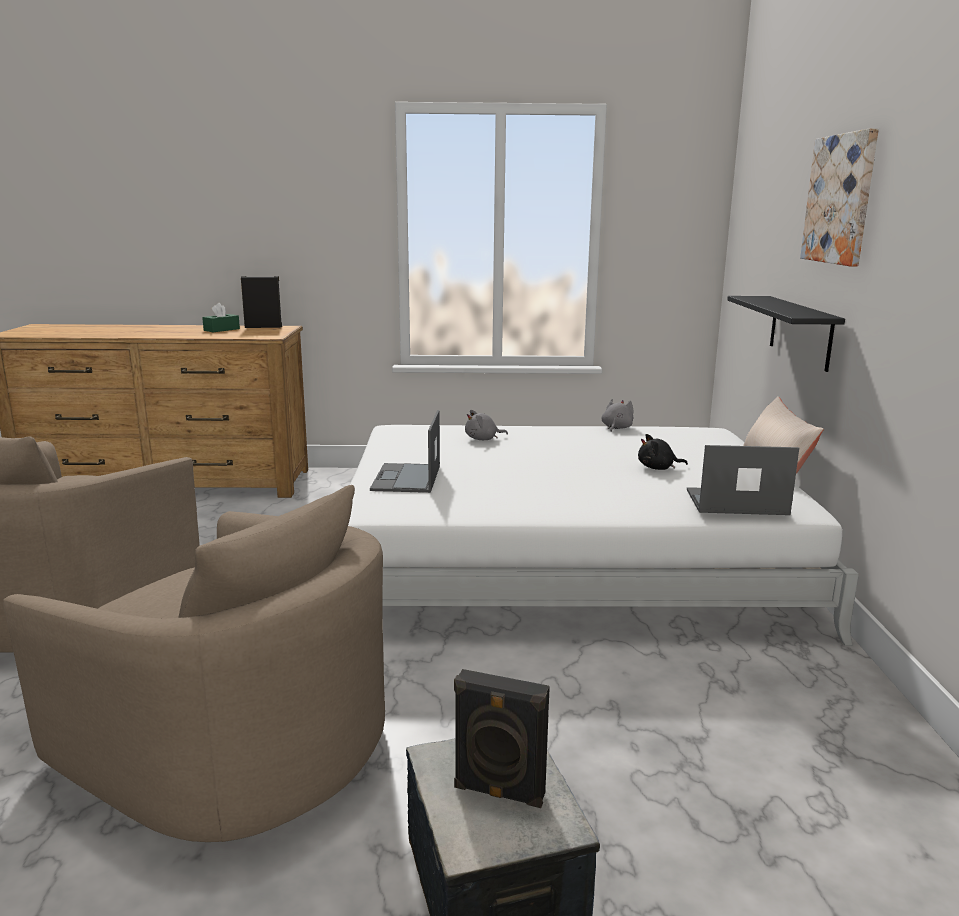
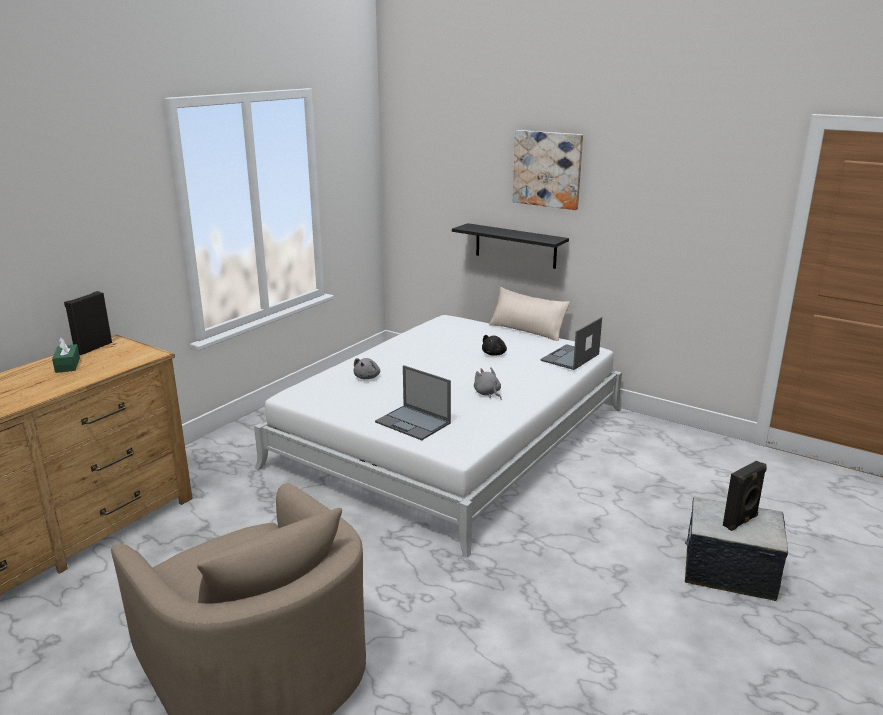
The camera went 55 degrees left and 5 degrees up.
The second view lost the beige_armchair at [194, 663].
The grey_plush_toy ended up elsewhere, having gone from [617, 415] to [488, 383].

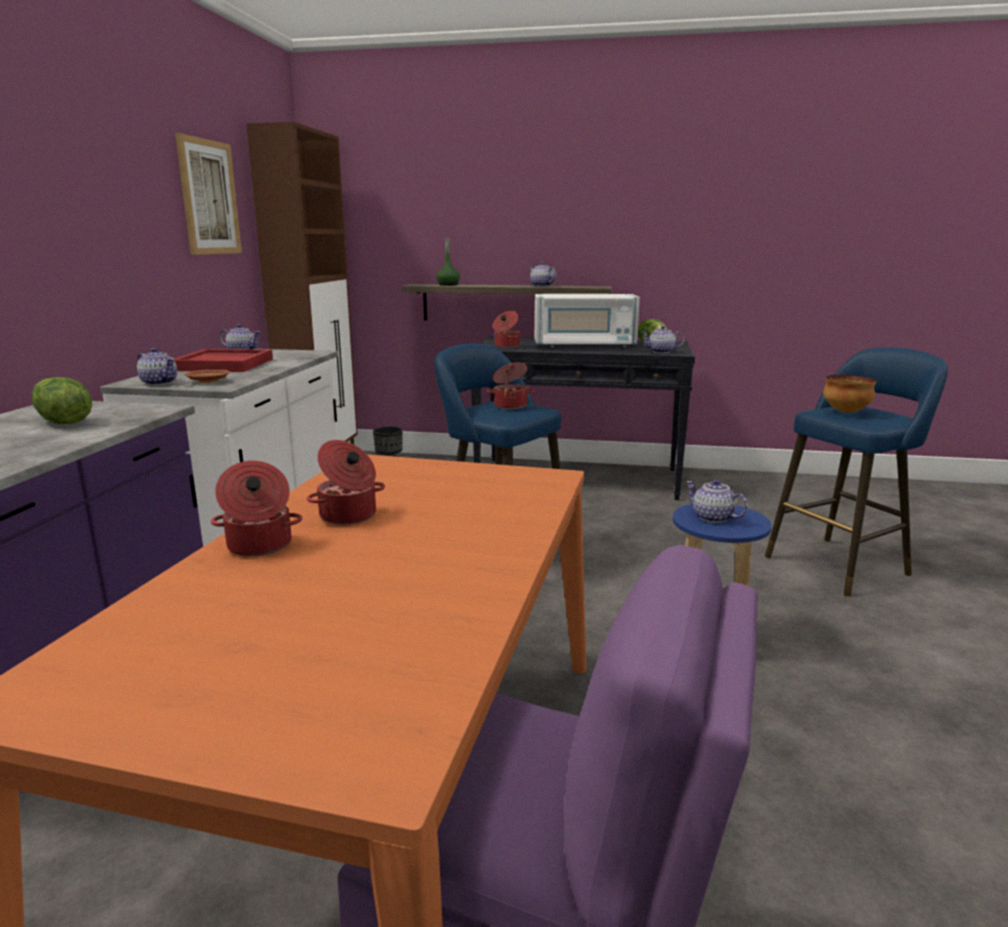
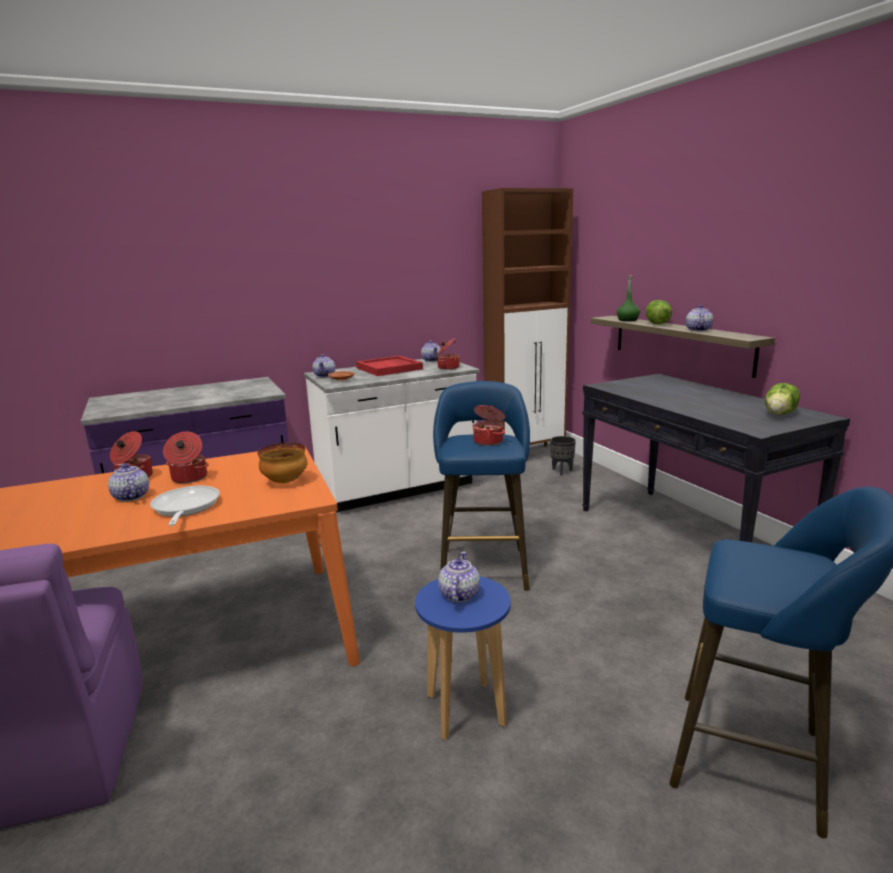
The camera went 55 degrees right and 0 degrees up.
The lettuce ended up elsewhere, having gone from [62, 400] to [659, 312].
The second view lost the picture at [208, 194].
The cooking_pot ended up elsewhere, having gone from [506, 329] to [448, 354].
The second view lost the white_microwave at [587, 321].
The teapot ended up elsewhere, having gone from [662, 339] to [128, 482].
The bowl ended up elsewhere, having gone from [850, 394] to [282, 463].
The second view gained the frying_pan at [185, 506].

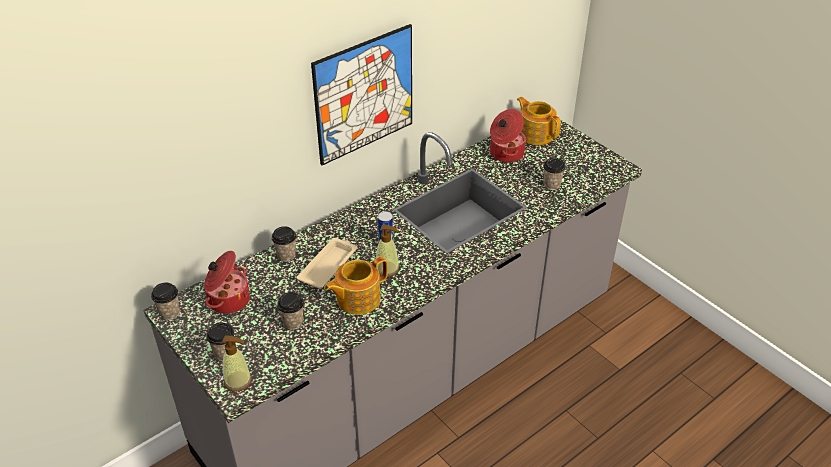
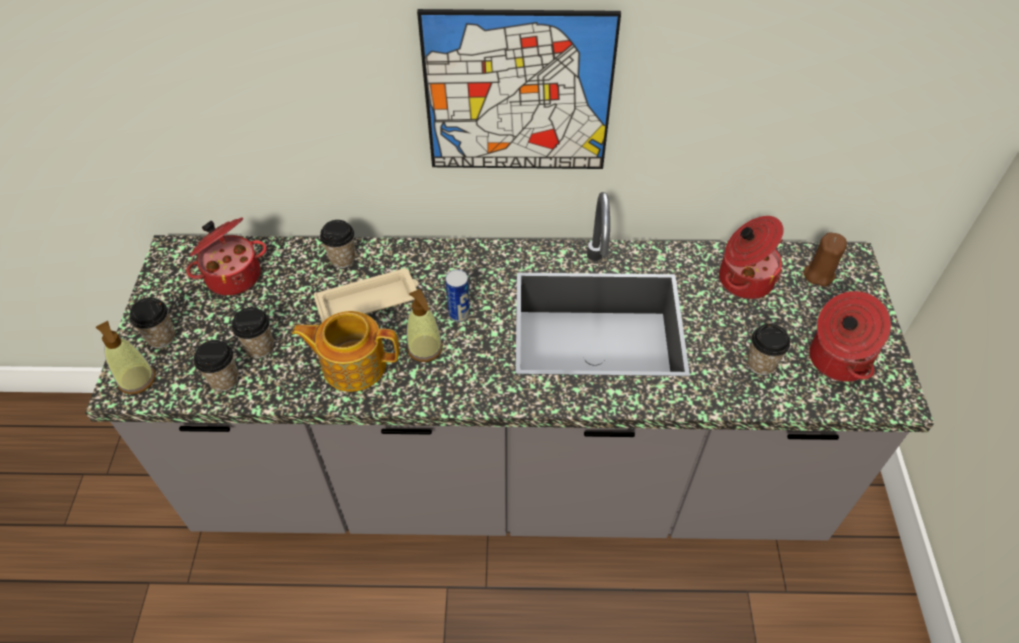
The camera went 40 degrees right and 10 degrees up.
The cup ended up elsewhere, having gone from [165, 301] to [216, 366].
Where the teapot stood at [539, 121], the brown_candle came to stand at [825, 259].
The second view gained the cooking_pot at [850, 336].

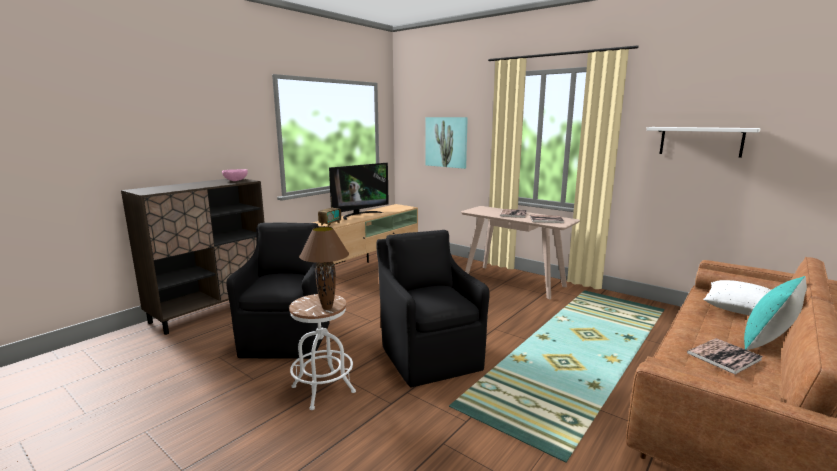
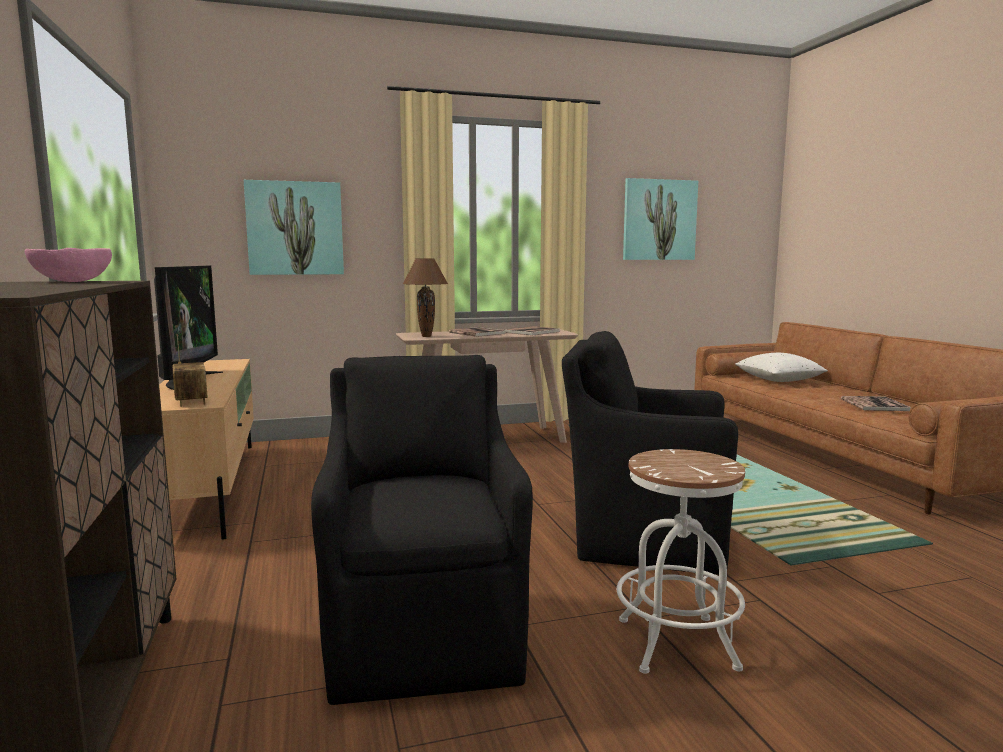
The camera went 55 degrees left and 5 degrees down.
The black_armchair at [277, 290] ended up facing another way, 45 degrees clockwise from before.
The brown_table_lamp ended up elsewhere, having gone from [324, 268] to [425, 298].
Where the white_shelf hung at [703, 142], the picture came to hang at [660, 219].
The second view lost the turquoise_pillow at [775, 313].

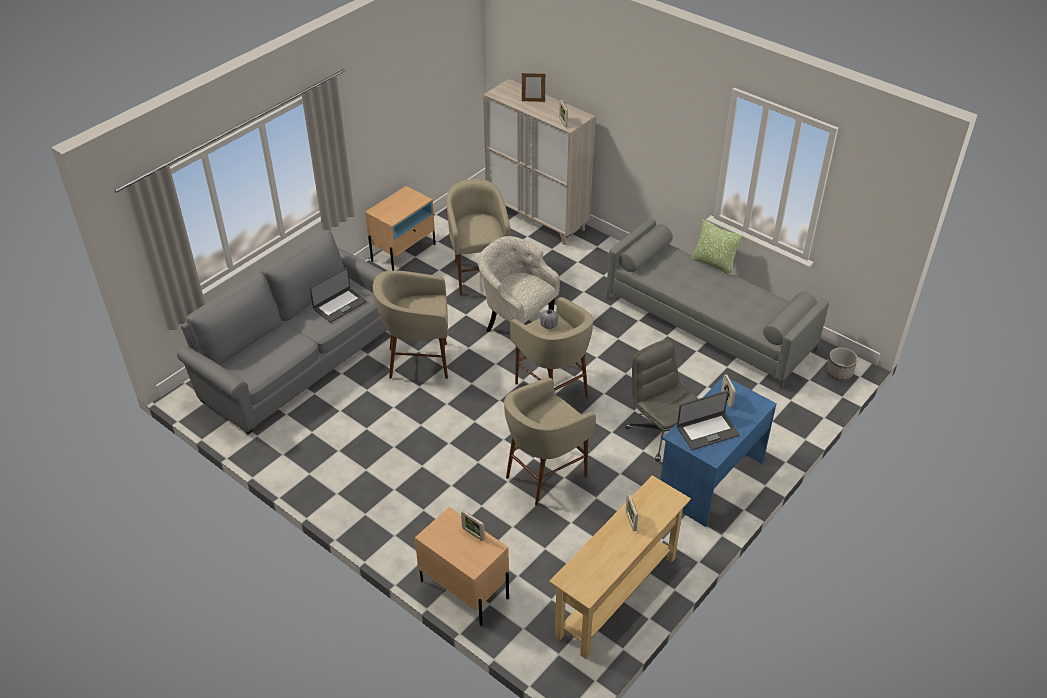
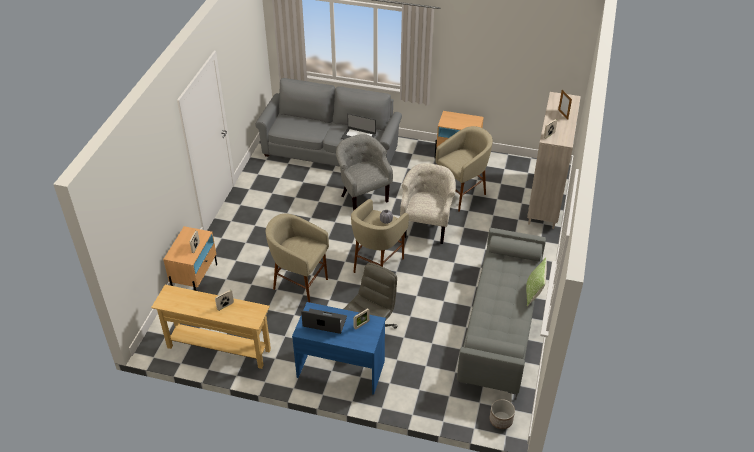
The camera went 65 degrees right and 0 degrees up.
Where the beige_stool stood at [410, 324], the grey_armchair came to stand at [364, 172].
The laptop at [708, 420] ended up facing another way, 150 degrees clockwise from before.

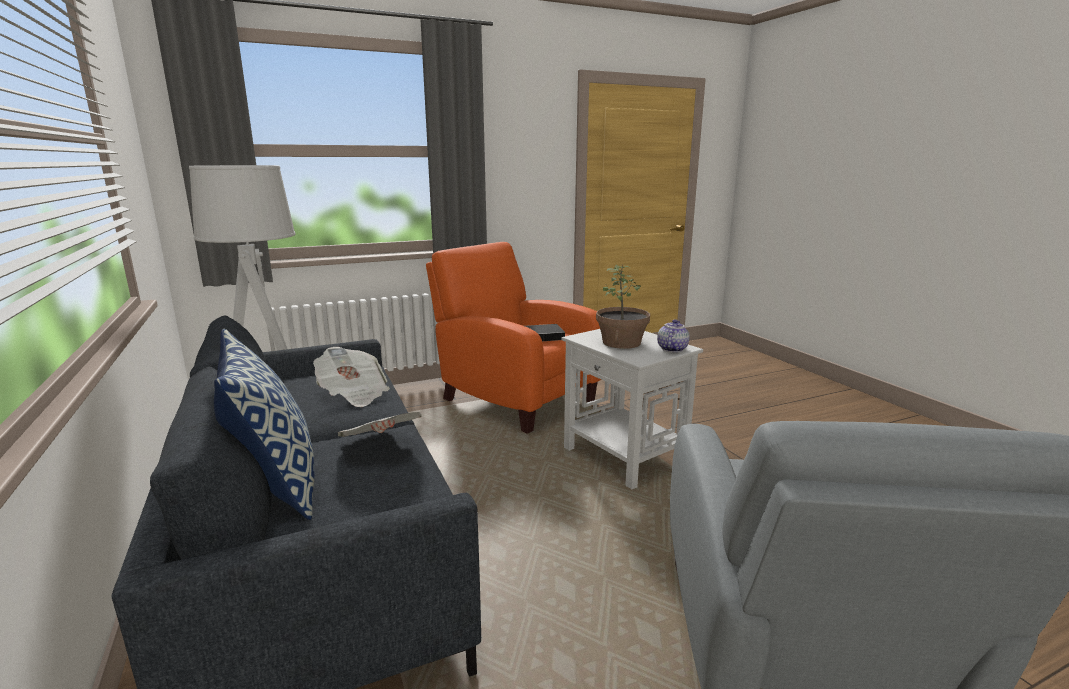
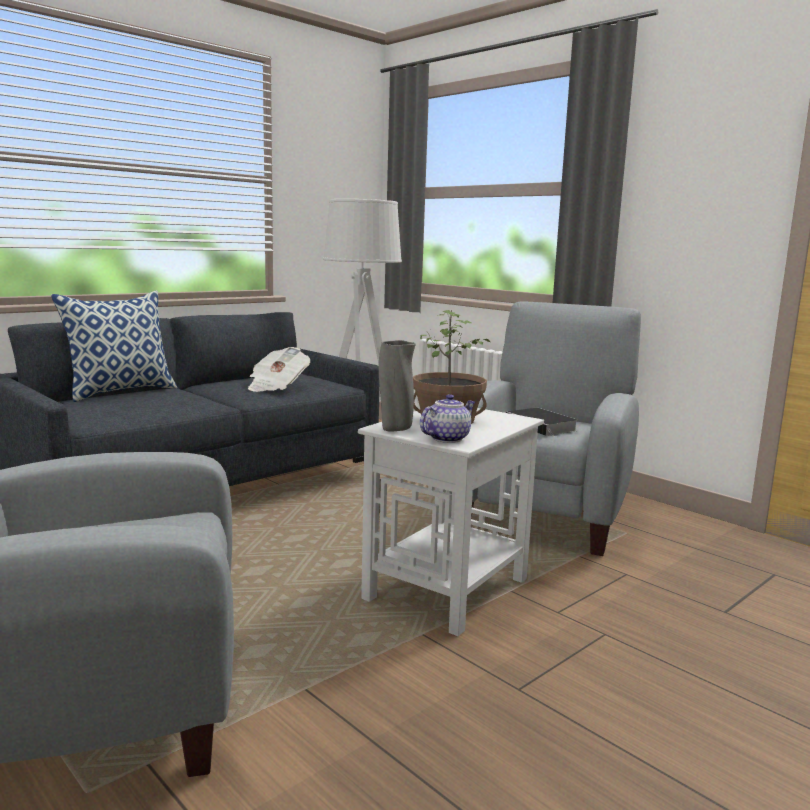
The camera went 70 degrees right and 5 degrees down.
The second view lost the newspaper at [380, 424].
What was the orange_armchair at [513, 338] turned into the grey_armchair at [545, 429].
The teapot at [673, 335] ended up facing another way, 45 degrees counterclockwise from before.
The second view gained the grey_vase at [397, 386].

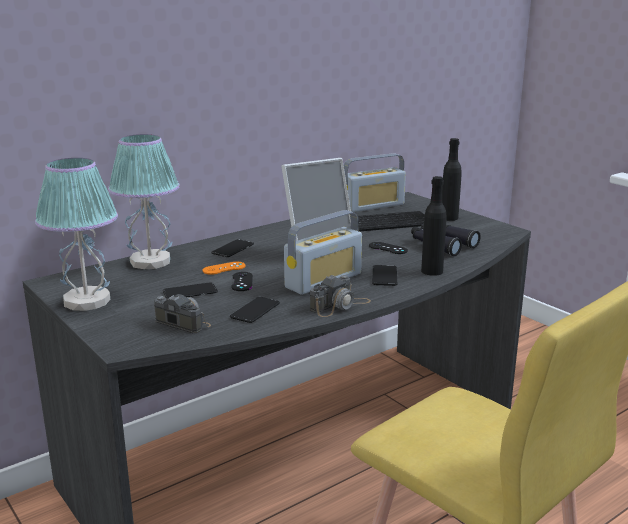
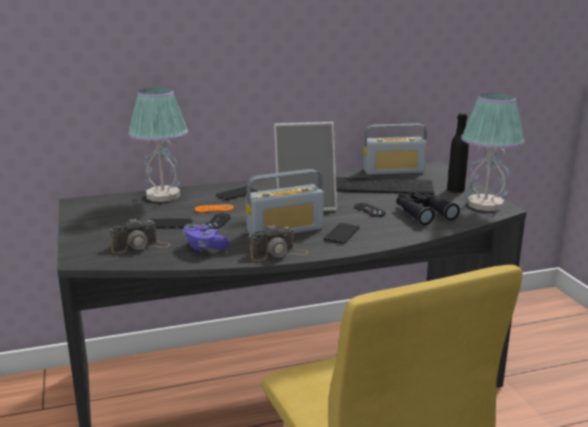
The camera went 20 degrees right and 0 degrees up.
The table_lamp ended up elsewhere, having gone from [76, 234] to [493, 152].
The photo_camera at [182, 313] ended up facing another way, 105 degrees clockwise from before.
Where the phone stood at [255, 310], the purple_game_controller came to stand at [206, 237].
The second view lost the black_bottle at [434, 226].

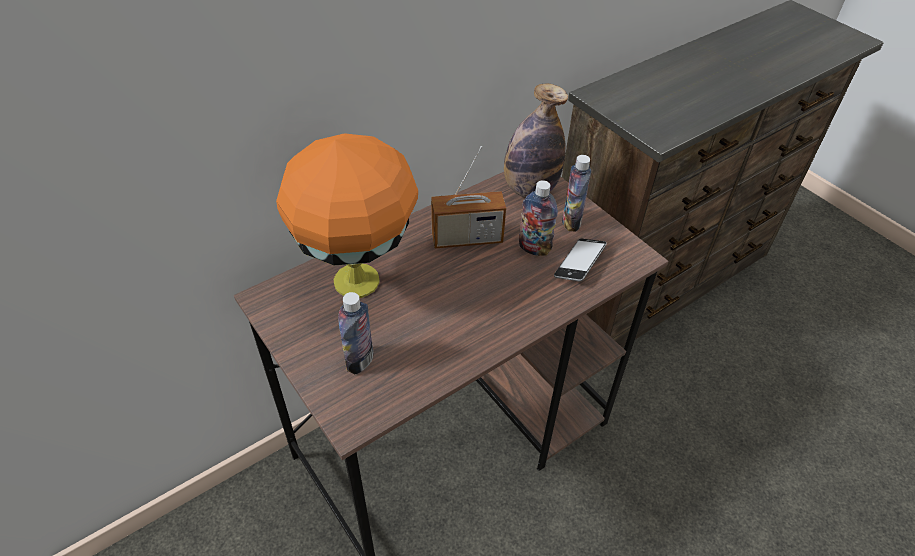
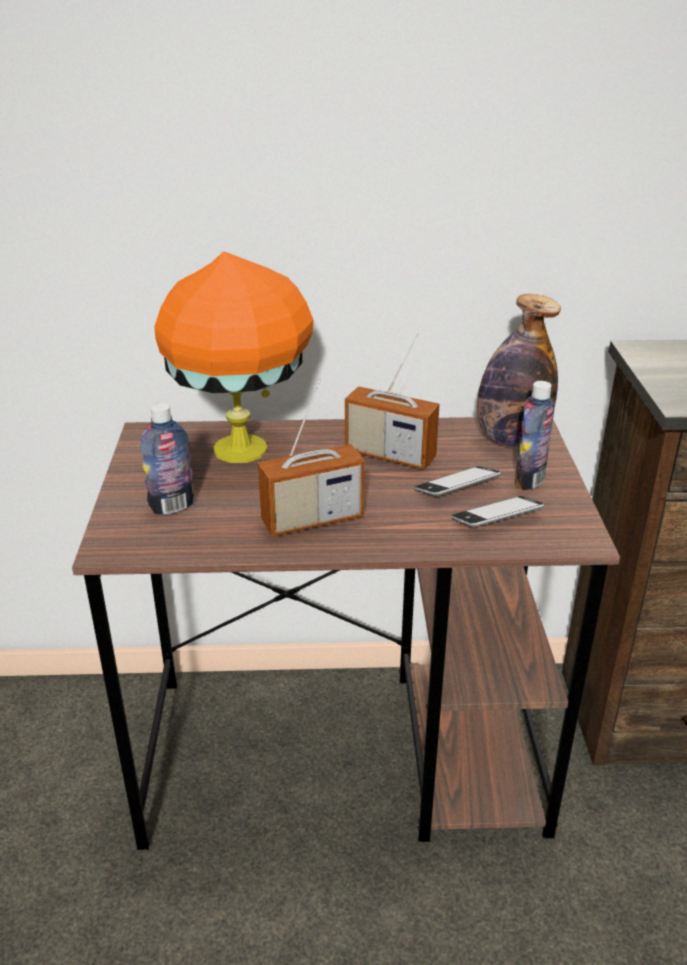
The camera went 35 degrees right and 15 degrees down.
Where the bottle stood at [538, 218], the phone came to stand at [457, 481].
The second view gained the radio at [311, 458].

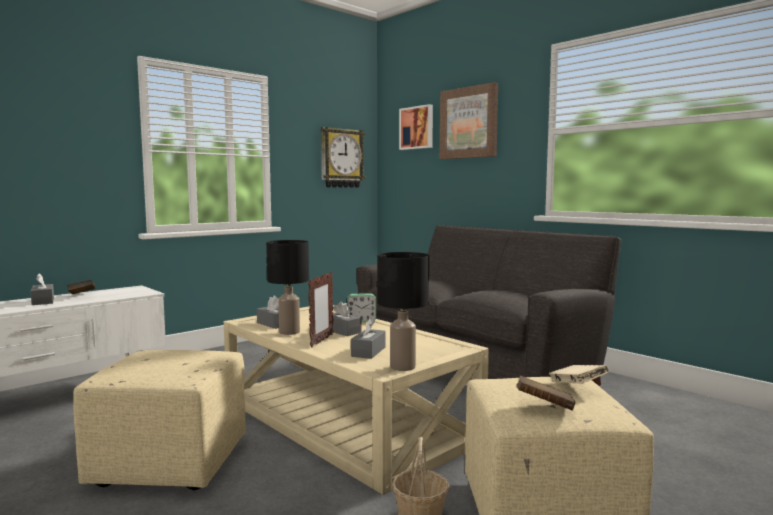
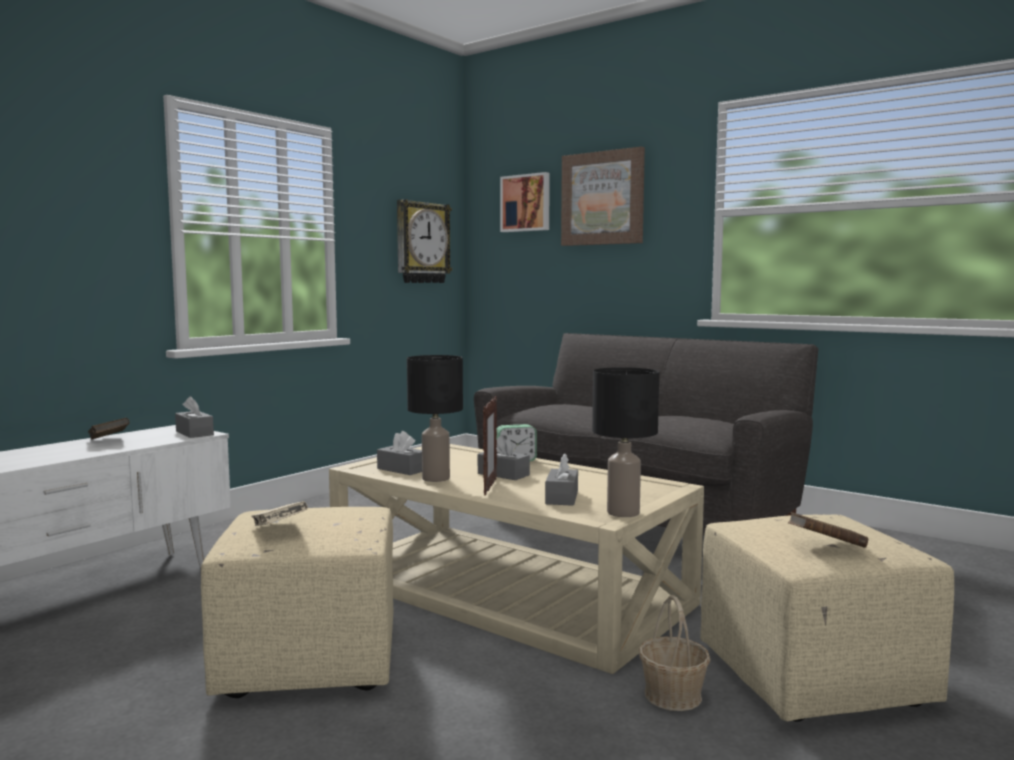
The camera went 10 degrees left and 0 degrees up.
The grey_tissue_box ended up elsewhere, having gone from [42, 289] to [194, 417].
The beige_book ended up elsewhere, having gone from [579, 374] to [279, 513].

